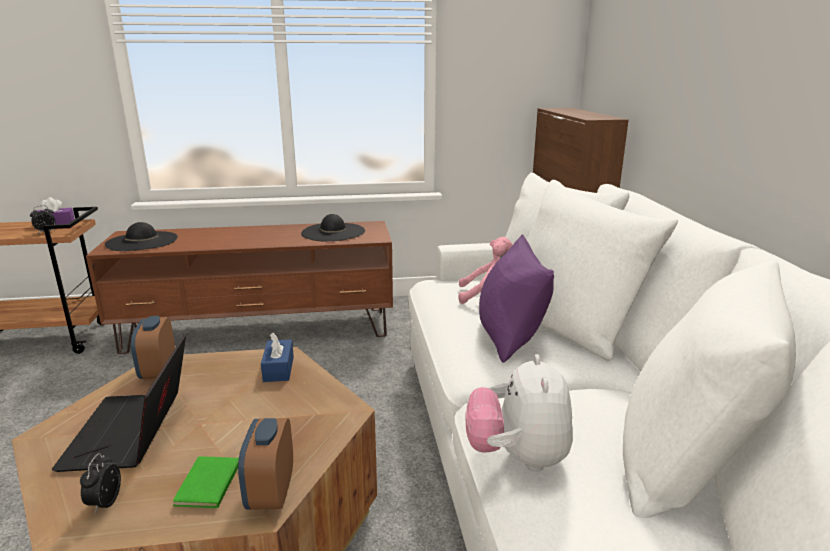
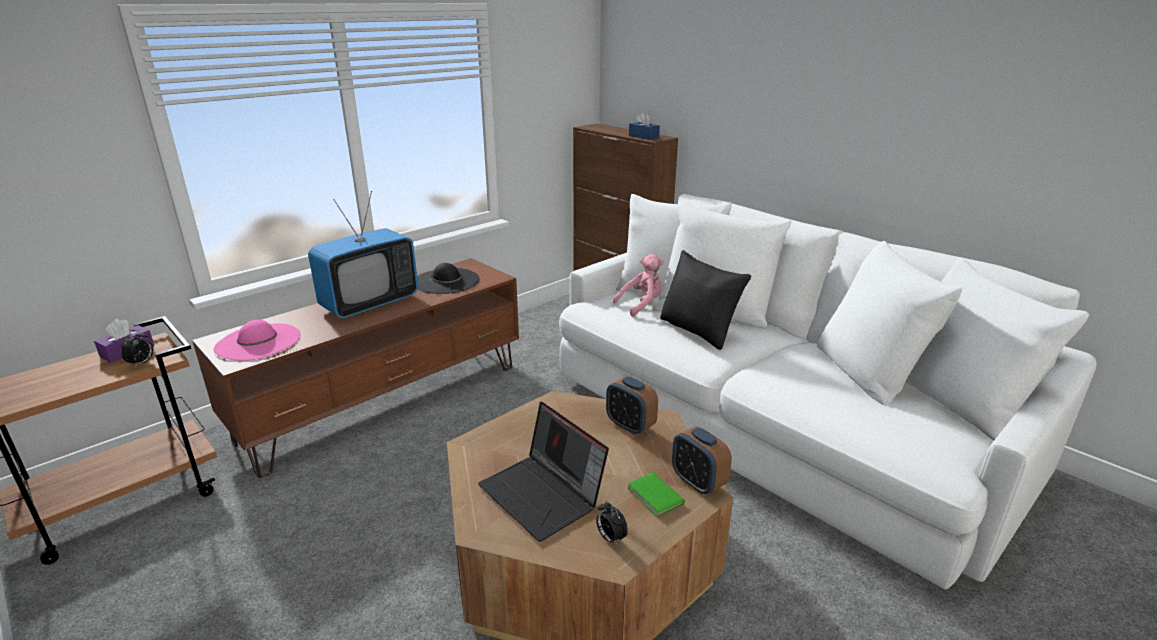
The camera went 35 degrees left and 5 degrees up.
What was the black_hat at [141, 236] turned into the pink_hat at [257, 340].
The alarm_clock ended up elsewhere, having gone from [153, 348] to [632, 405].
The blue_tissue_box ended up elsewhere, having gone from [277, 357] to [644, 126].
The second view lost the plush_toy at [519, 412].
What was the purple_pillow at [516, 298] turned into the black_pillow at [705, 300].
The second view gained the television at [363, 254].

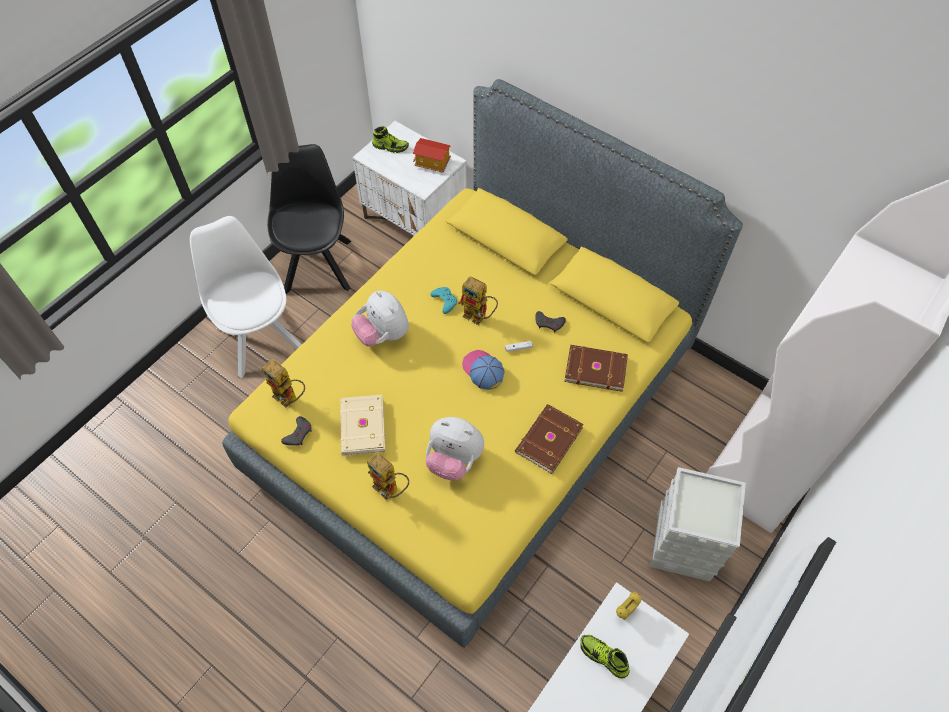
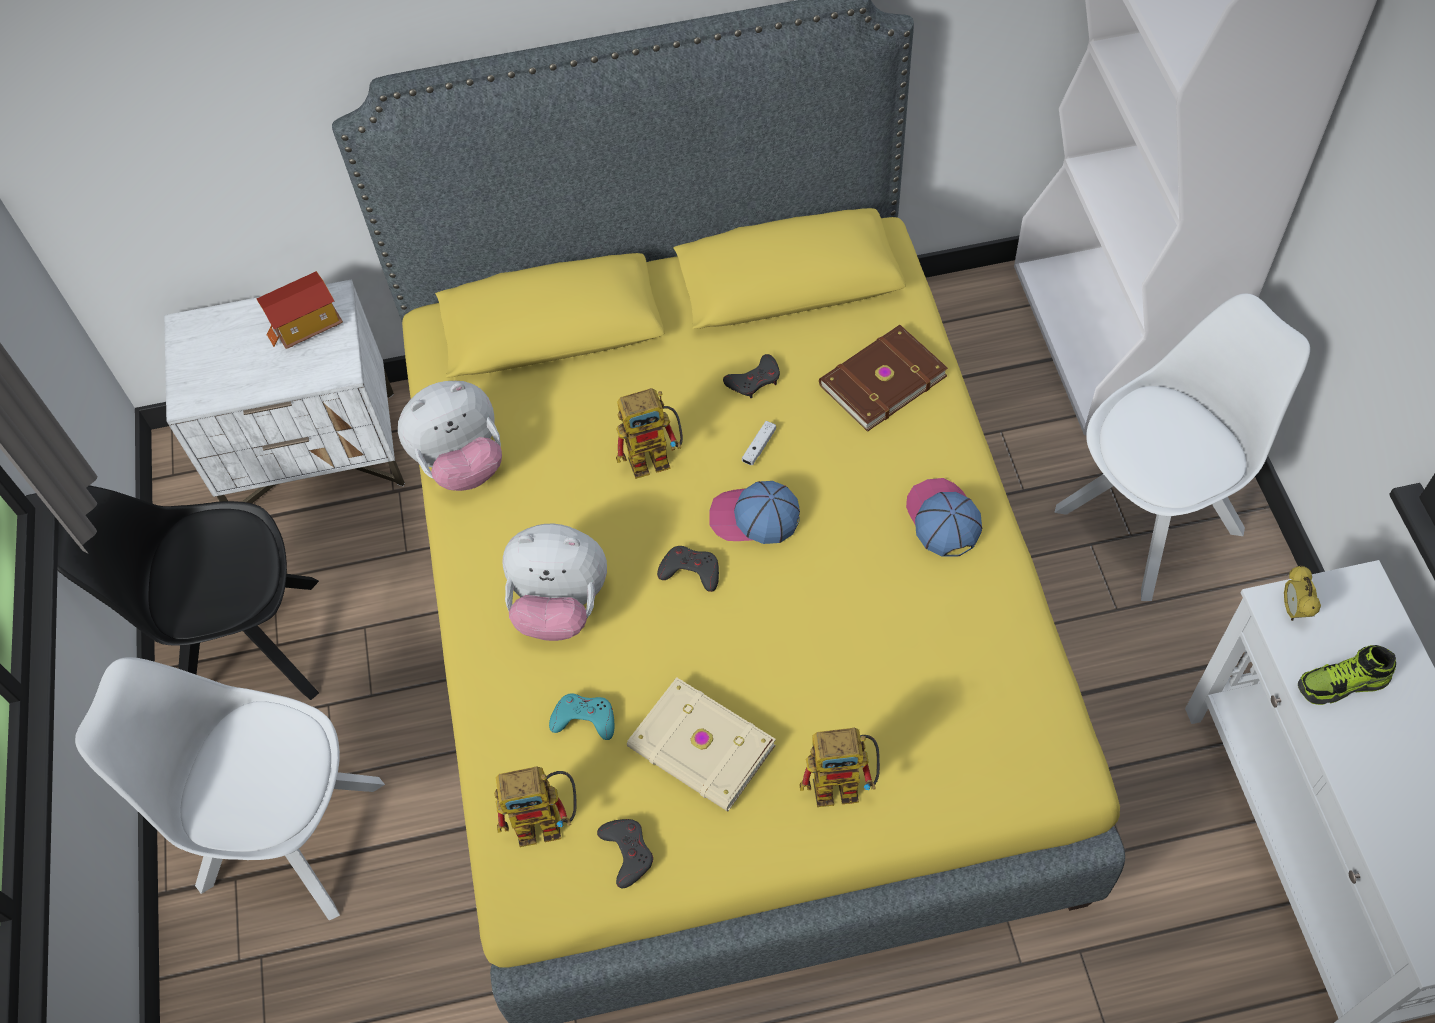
The camera went 45 degrees left and 0 degrees up.
The black_chair at [309, 219] ended up facing another way, 45 degrees counterclockwise from before.
The second view lost the shoe at [390, 139].
The plush_toy ended up elsewhere, having gone from [455, 449] to [450, 436].
The turquoise_game_controller ended up elsewhere, having gone from [443, 300] to [581, 716].
Where the brown_book stood at [549, 439], the cap came to stand at [944, 517].
Where the grey_storage_box stood at [697, 524], the white_chair came to stand at [1182, 447].
The second view gained the grey_game_controller at [688, 569].

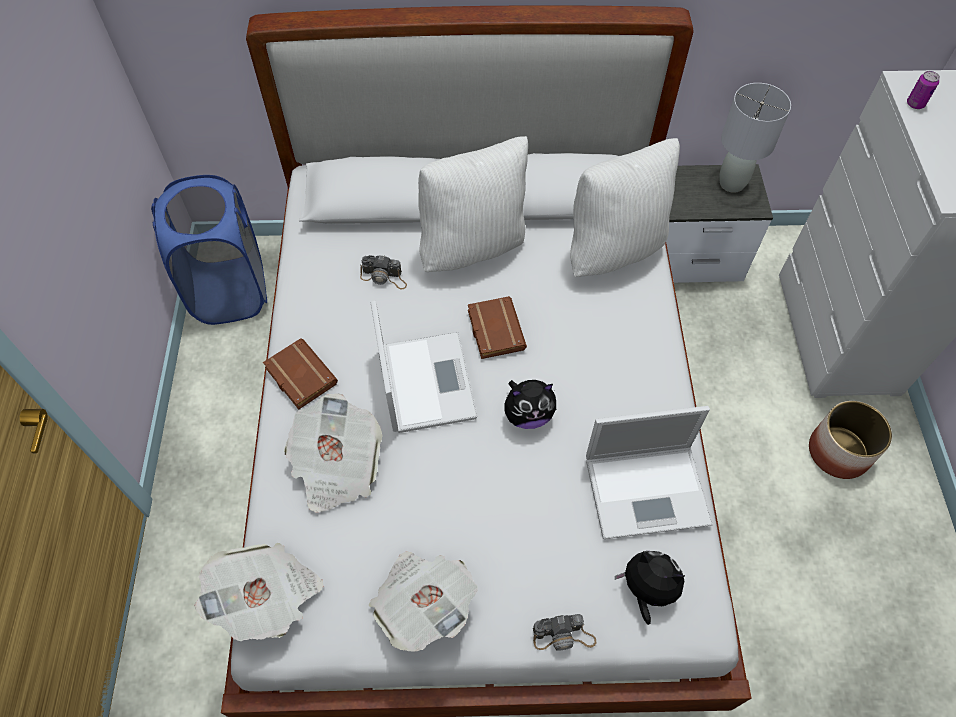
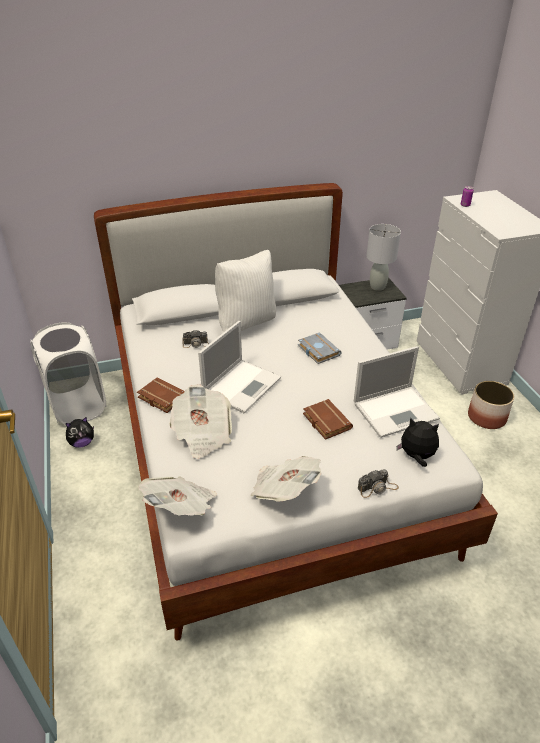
The camera went 15 degrees left and 20 degrees down.
What was the blue_laundry_basket at [209, 250] turned into the white_laundry_basket at [68, 373].
The laptop at [424, 367] ended up facing another way, 60 degrees clockwise from before.
The brown_book ended up elsewhere, having gone from [497, 327] to [328, 419].
The plush_toy ended up elsewhere, having gone from [530, 404] to [80, 432].
The second view lost the white_pillow at [625, 207].
The second view gained the grey_book at [319, 348].

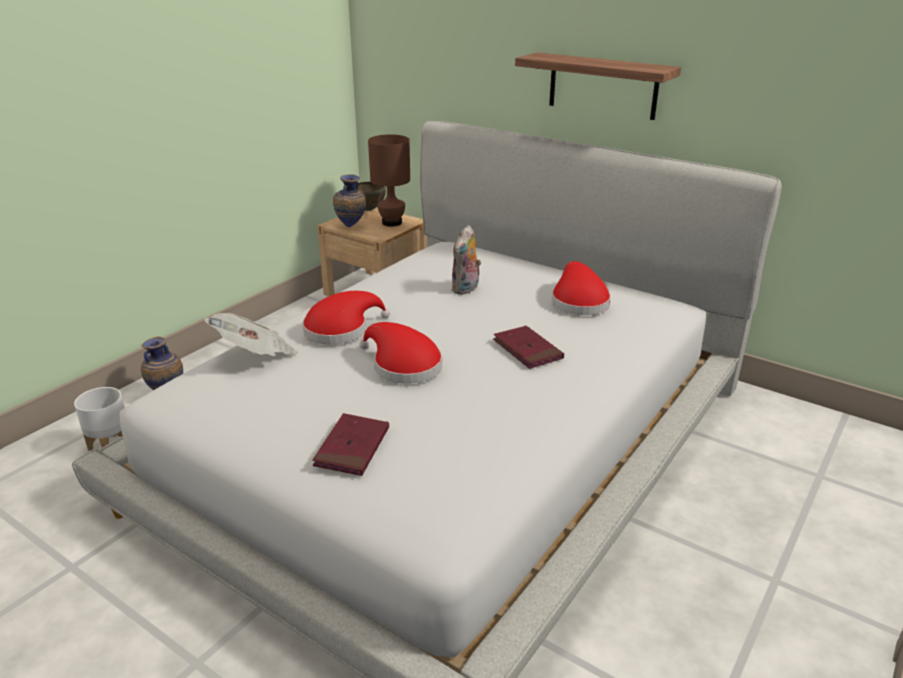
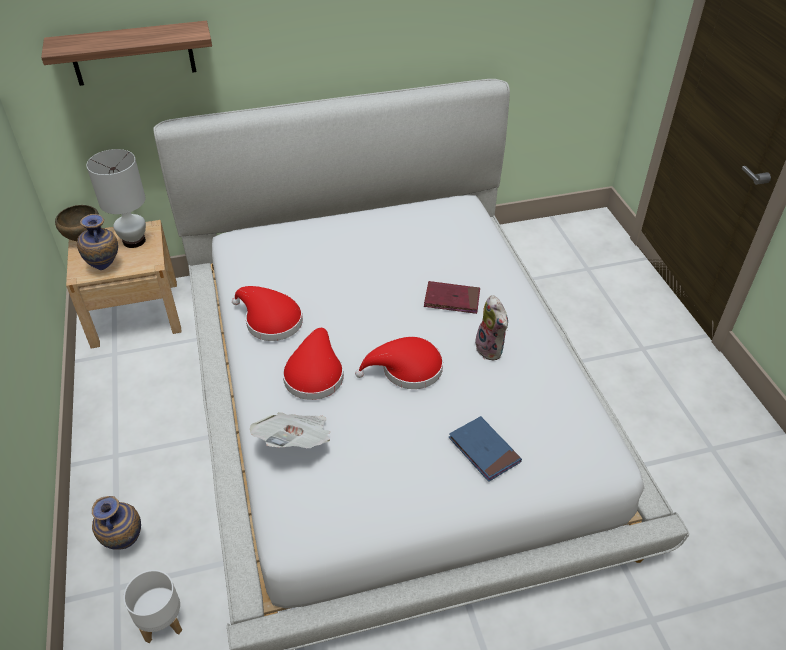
The camera went 50 degrees left and 15 degrees up.
What was the red_book at [351, 444] turned into the blue_book at [485, 449].
What was the brown_table_lamp at [389, 180] turned into the white_table_lamp at [116, 198].
The plush_toy ended up elsewhere, having gone from [466, 260] to [491, 327].
The shelf ended up elsewhere, having gone from [598, 86] to [126, 53].
The red_hat ended up elsewhere, having gone from [581, 288] to [267, 313].

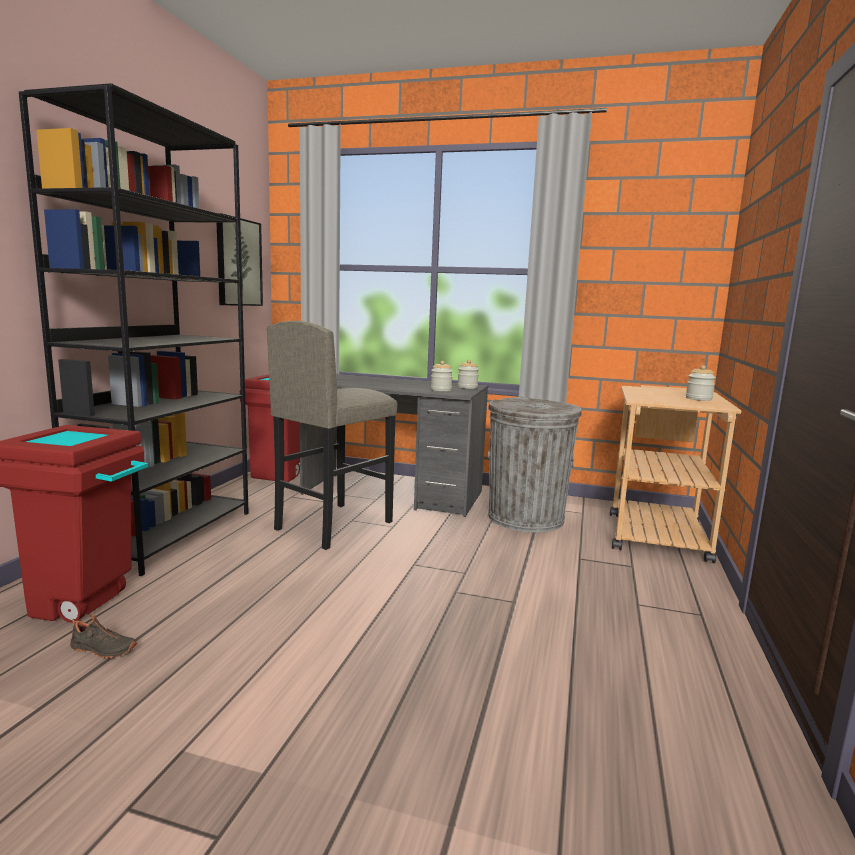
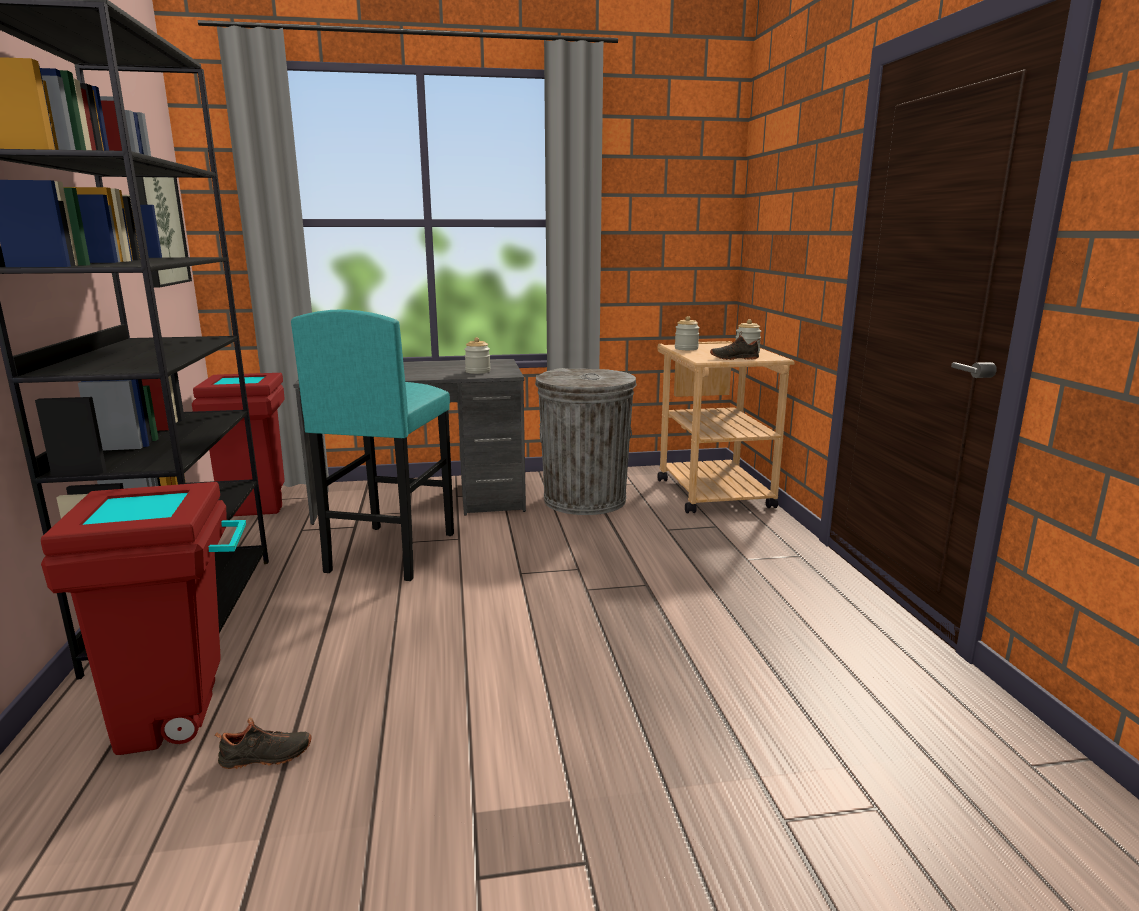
The camera went 25 degrees left and 5 degrees up.
What was the grey_stool at [332, 435] turned into the turquoise_stool at [372, 445].
The jar ended up elsewhere, having gone from [468, 374] to [687, 333].
The second view gained the black_shoe at [735, 346].

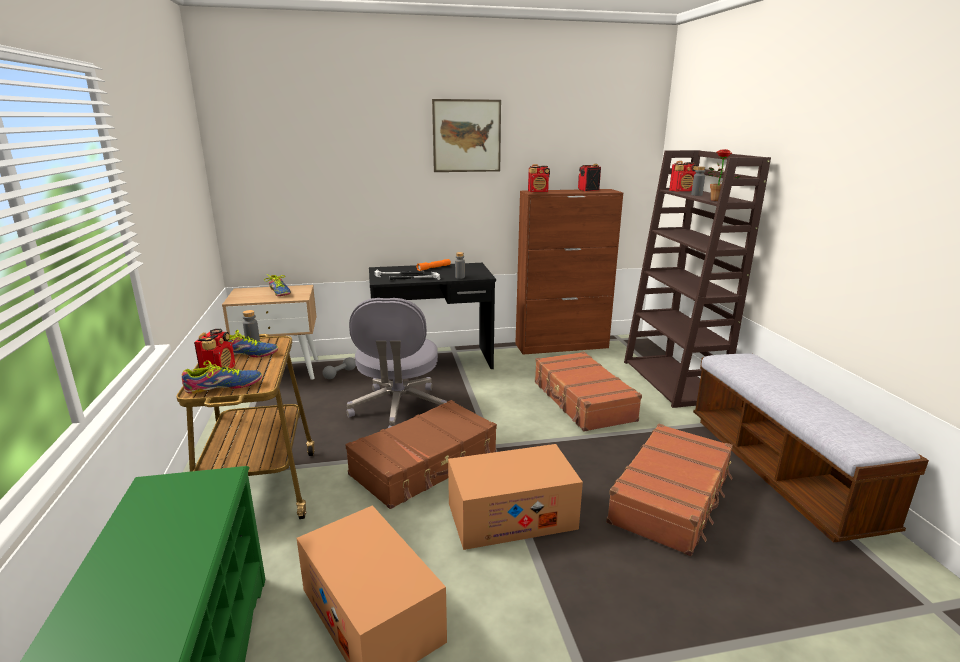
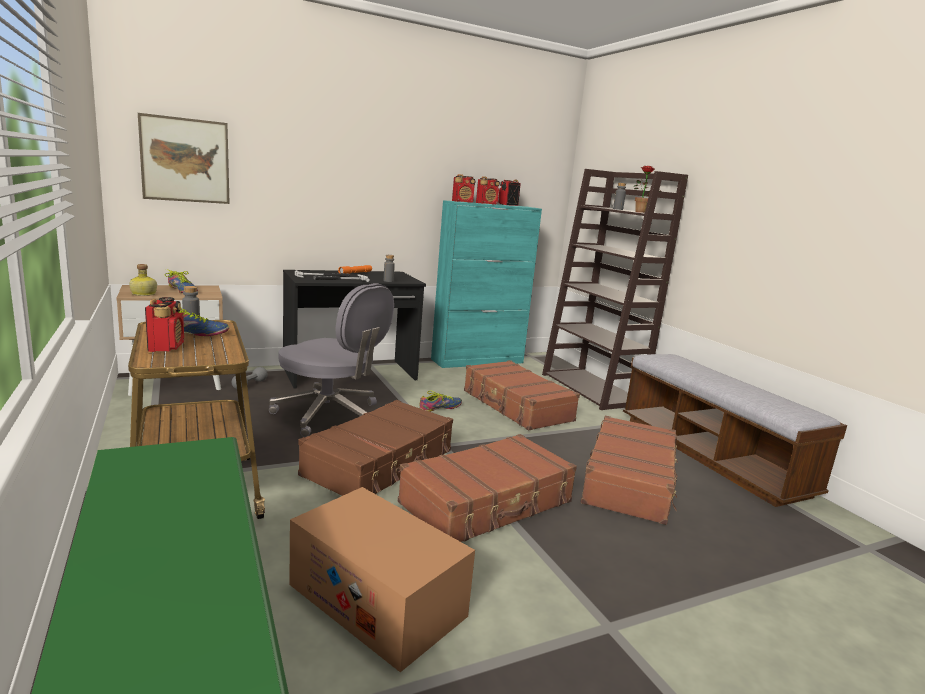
The camera went 15 degrees left and 5 degrees down.
The shoe ended up elsewhere, having gone from [222, 377] to [440, 401].
The grey_office_chair at [397, 363] ended up facing another way, 45 degrees counterclockwise from before.
The picture ended up elsewhere, having gone from [466, 135] to [184, 158].
Where the cardboard_box stood at [515, 497], the brown_suitcase came to stand at [487, 488].
What was the brown_cabinet at [569, 272] turned into the turquoise_cabinet at [486, 284].
The radio ended up elsewhere, having gone from [683, 176] to [488, 190].
The second view gained the bottle at [143, 280].

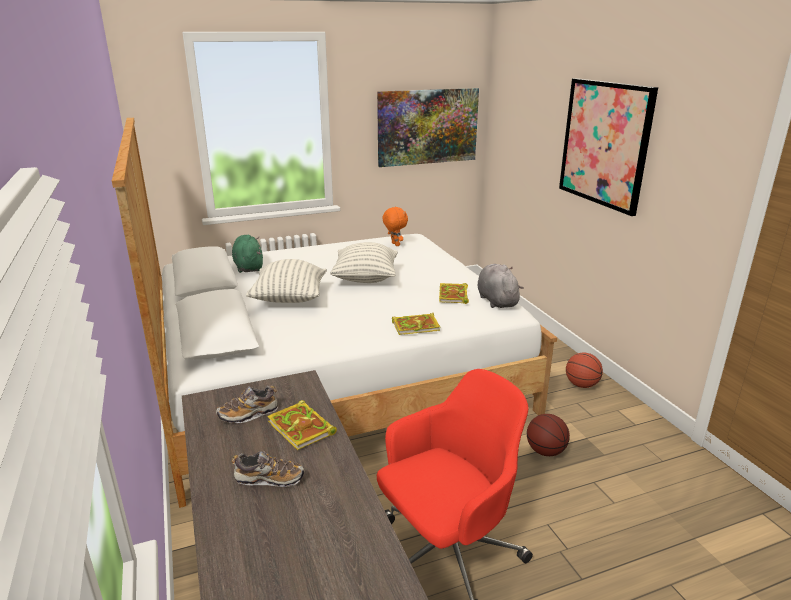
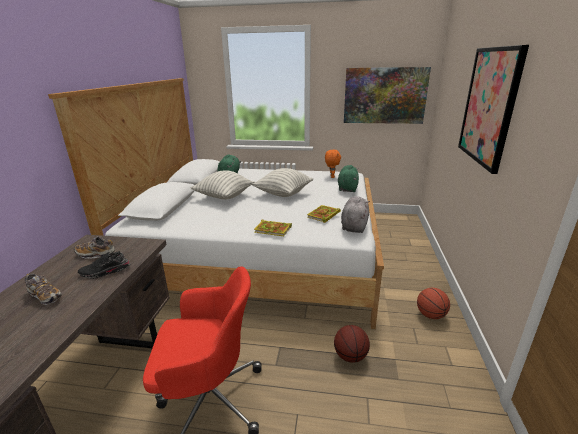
The camera went 30 degrees right and 0 degrees up.
Where the book stood at [302, 425], the black_shoe came to stand at [104, 265].
The second view gained the green_plush_toy at [348, 178].

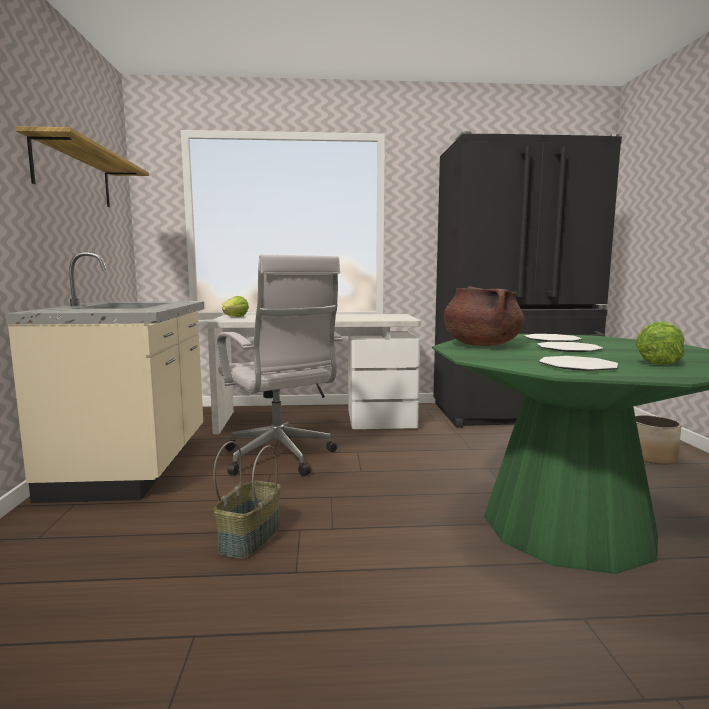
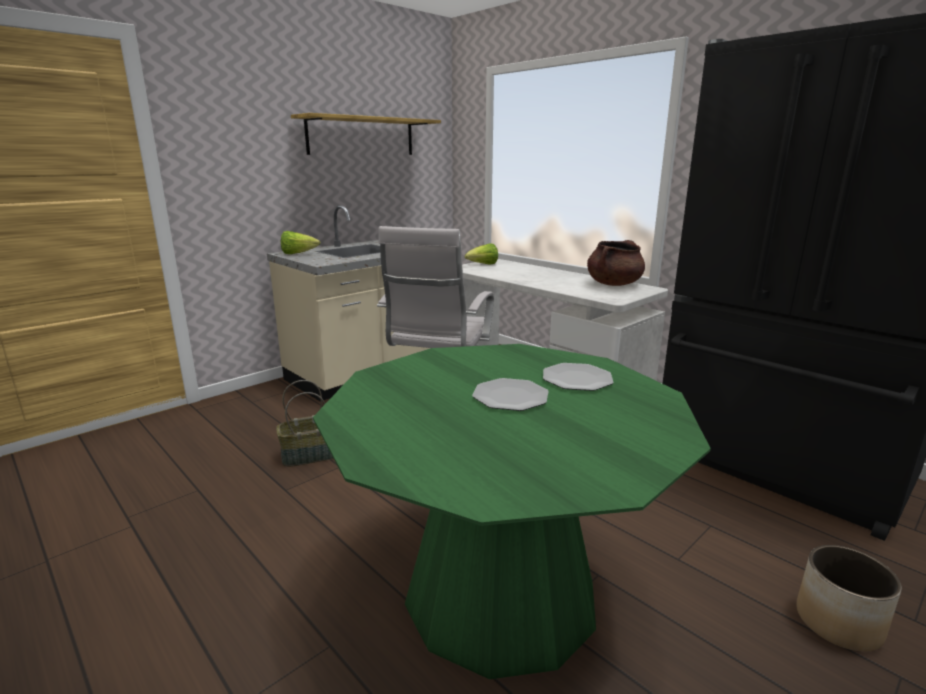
The camera went 50 degrees right and 10 degrees up.
The brown_cooking_pot ended up elsewhere, having gone from [484, 316] to [616, 263].
The second view lost the plate at [578, 363].
The lettuce ended up elsewhere, having gone from [659, 343] to [301, 242].

